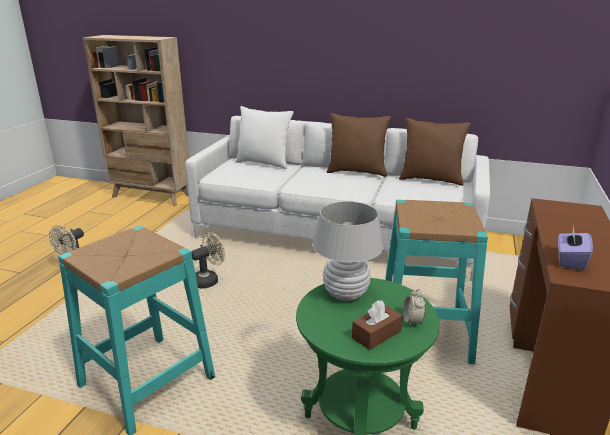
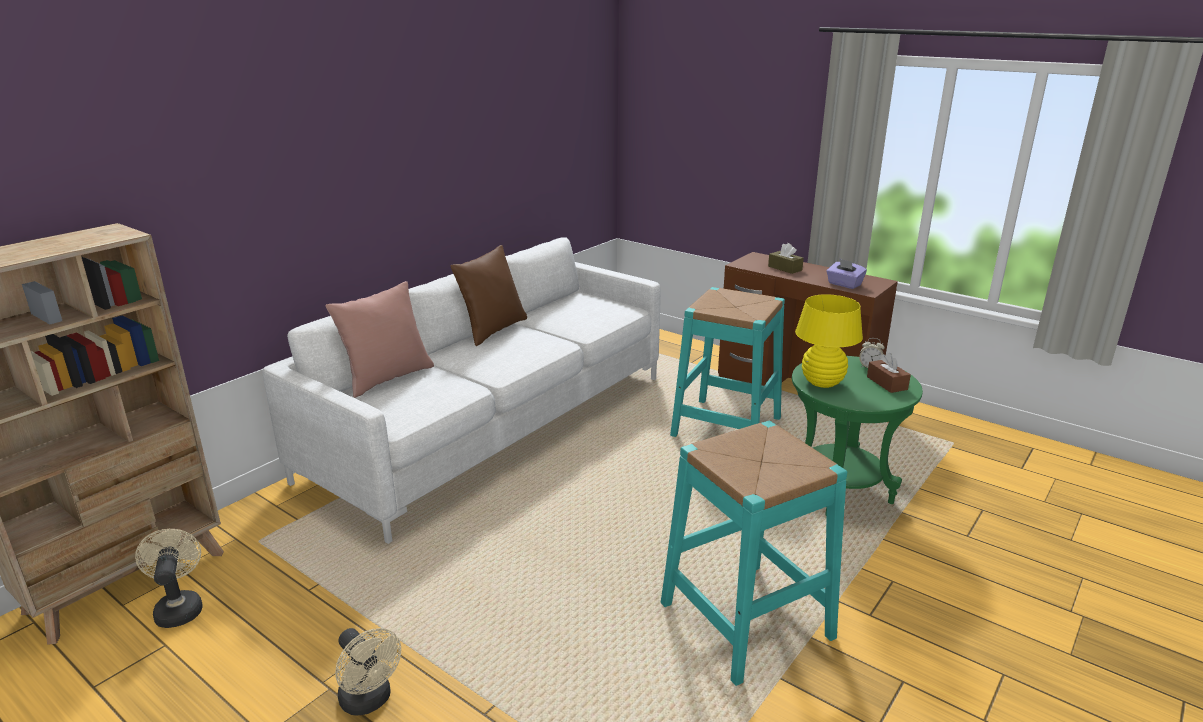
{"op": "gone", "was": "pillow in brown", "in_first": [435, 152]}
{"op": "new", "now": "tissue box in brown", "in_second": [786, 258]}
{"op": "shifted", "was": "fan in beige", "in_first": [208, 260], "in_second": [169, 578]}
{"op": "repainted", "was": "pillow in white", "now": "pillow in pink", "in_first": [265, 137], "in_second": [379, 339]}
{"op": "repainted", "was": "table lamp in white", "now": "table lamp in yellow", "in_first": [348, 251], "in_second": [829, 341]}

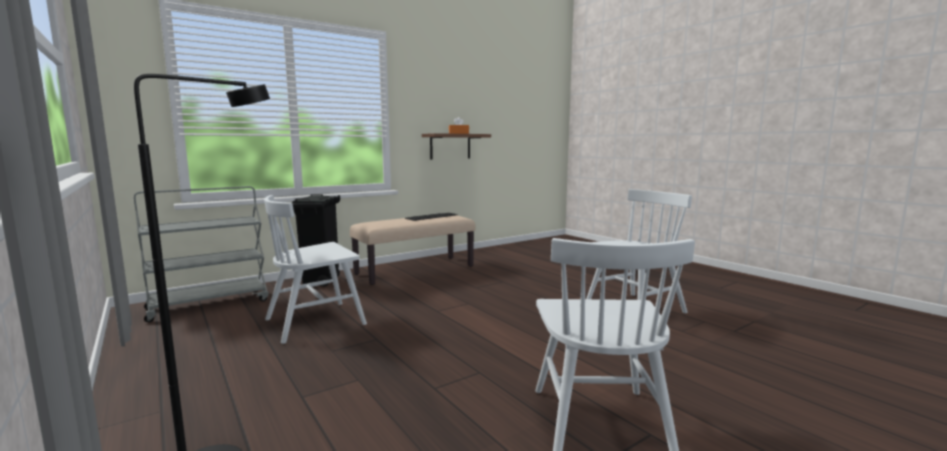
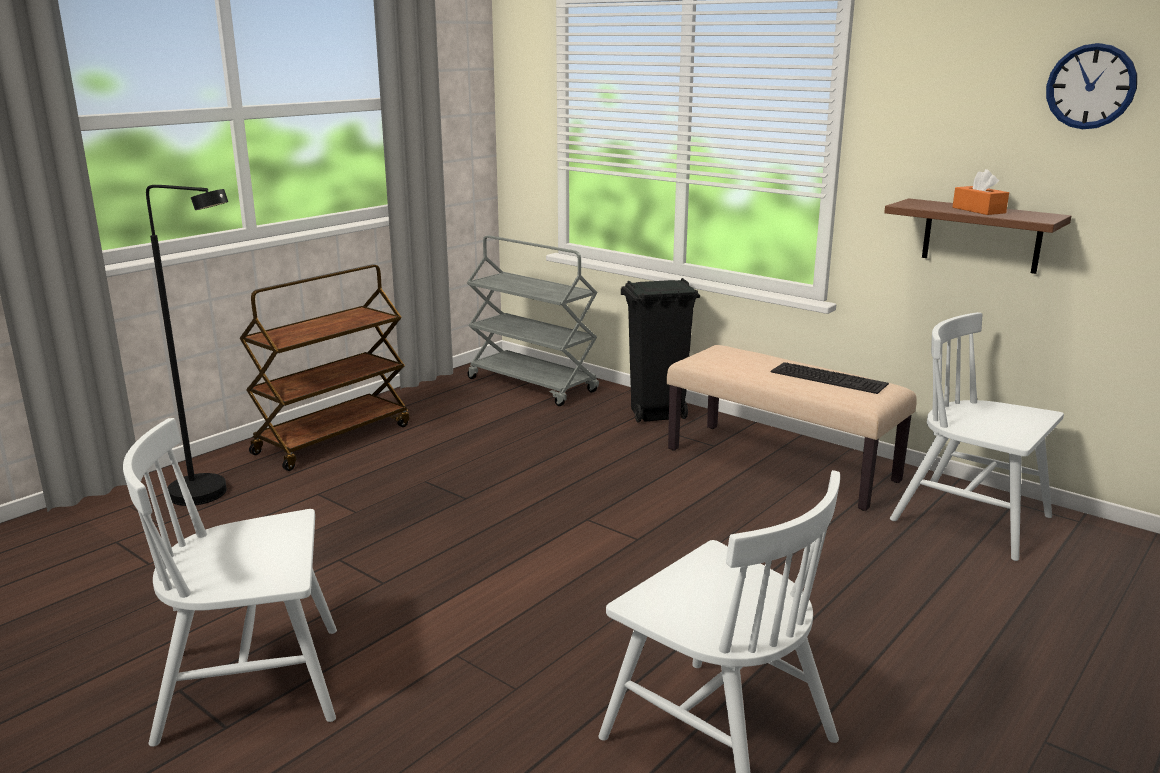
{"op": "new", "now": "cart in brown", "in_second": [325, 367]}
{"op": "new", "now": "wall clock", "in_second": [1091, 86]}
{"op": "shifted", "was": "chair in white", "in_first": [315, 269], "in_second": [977, 436]}

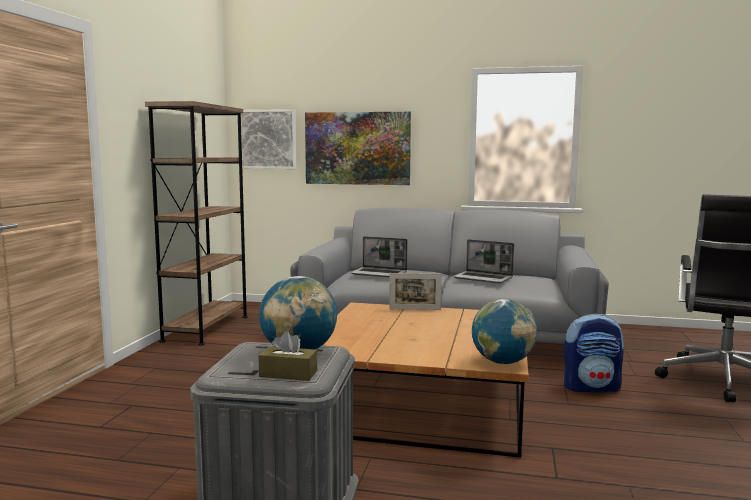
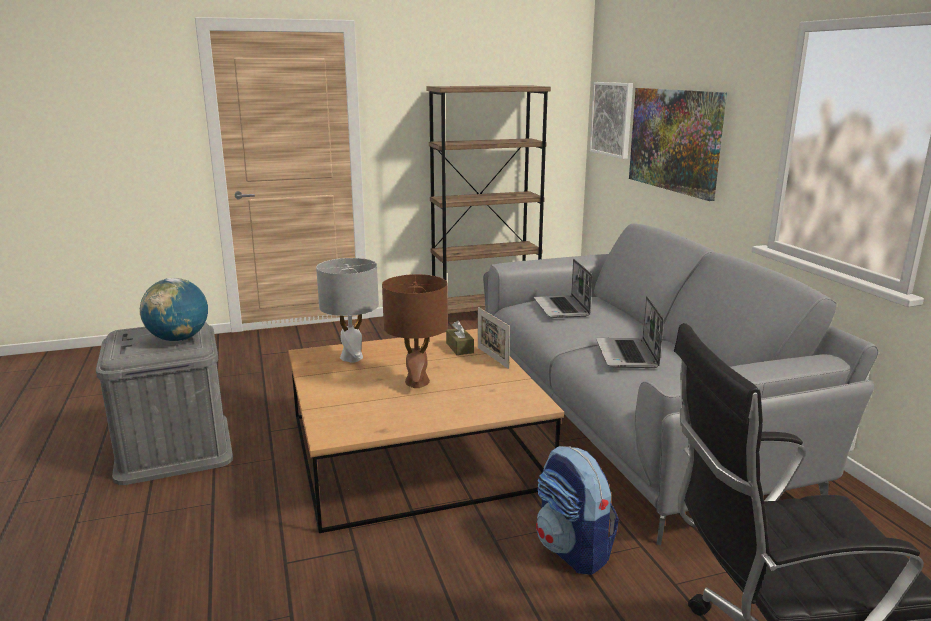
{"op": "gone", "was": "globe", "in_first": [504, 331]}
{"op": "new", "now": "table lamp in grey", "in_second": [347, 310]}
{"op": "new", "now": "table lamp in brown", "in_second": [415, 331]}
{"op": "shifted", "was": "tissue box in brown", "in_first": [287, 356], "in_second": [460, 338]}

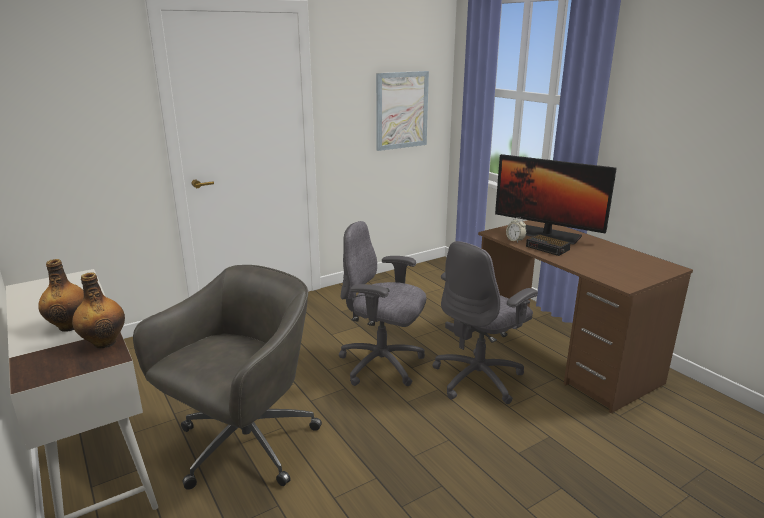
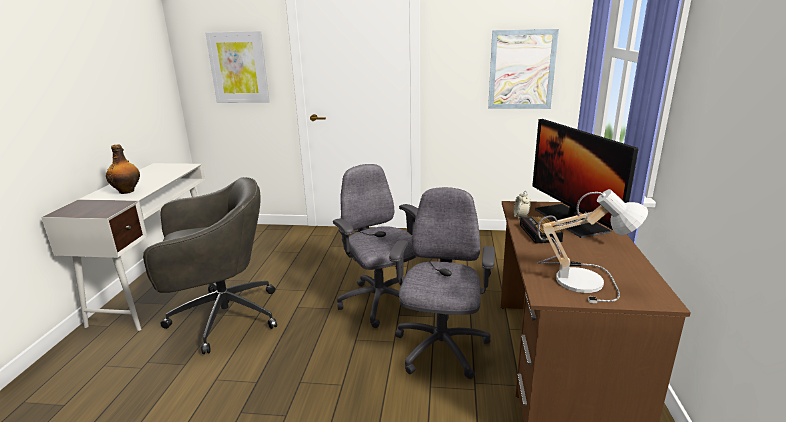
{"op": "gone", "was": "bottle", "in_first": [98, 310]}
{"op": "new", "now": "picture", "in_second": [238, 67]}
{"op": "new", "now": "table lamp", "in_second": [592, 246]}
{"op": "rotated", "was": "office chair in grey", "in_first": [485, 322], "in_second": [442, 283], "clockwise": 105}

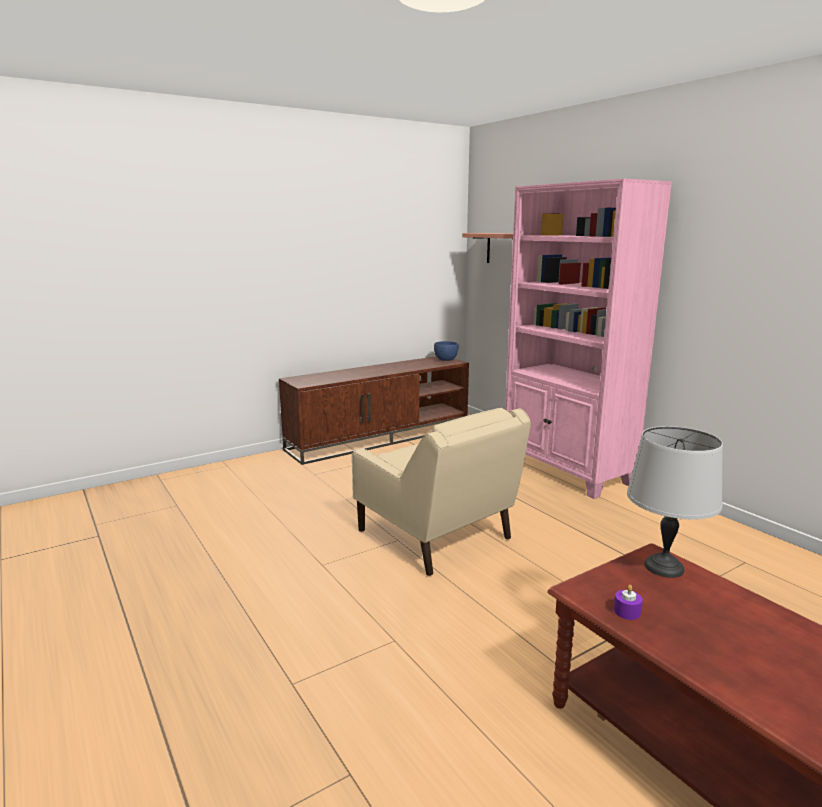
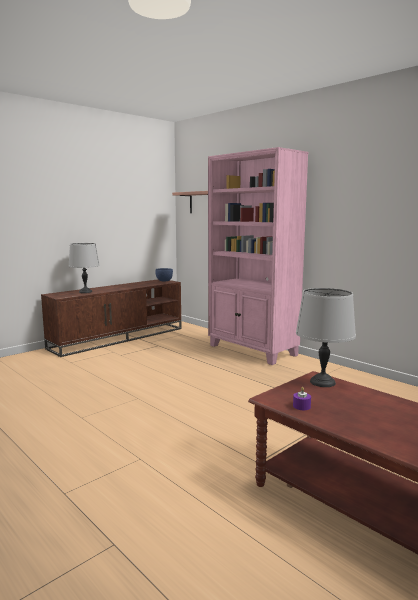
{"op": "gone", "was": "armchair in beige", "in_first": [441, 492]}
{"op": "new", "now": "table lamp in grey", "in_second": [84, 268]}

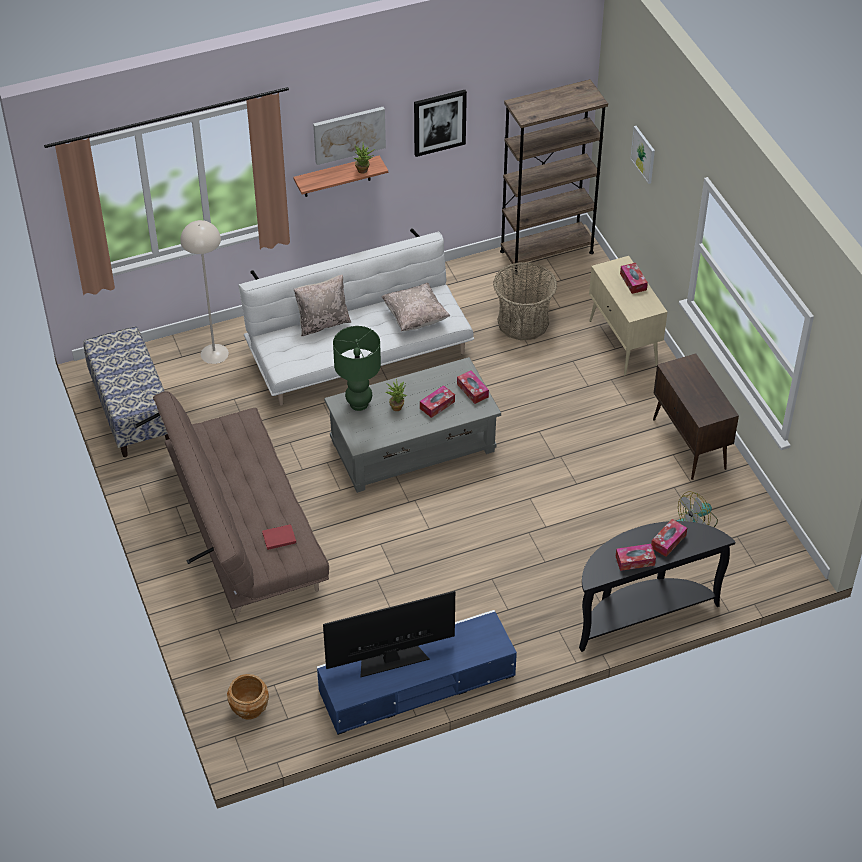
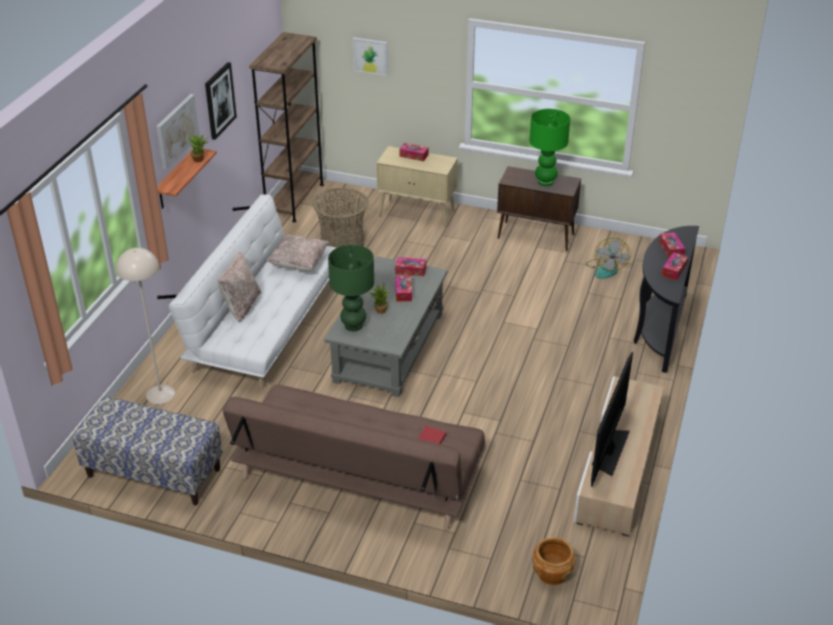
{"op": "new", "now": "table lamp in green", "in_second": [550, 147]}
{"op": "repainted", "was": "tv stand in blue", "now": "tv stand in beige", "in_first": [417, 672], "in_second": [619, 456]}

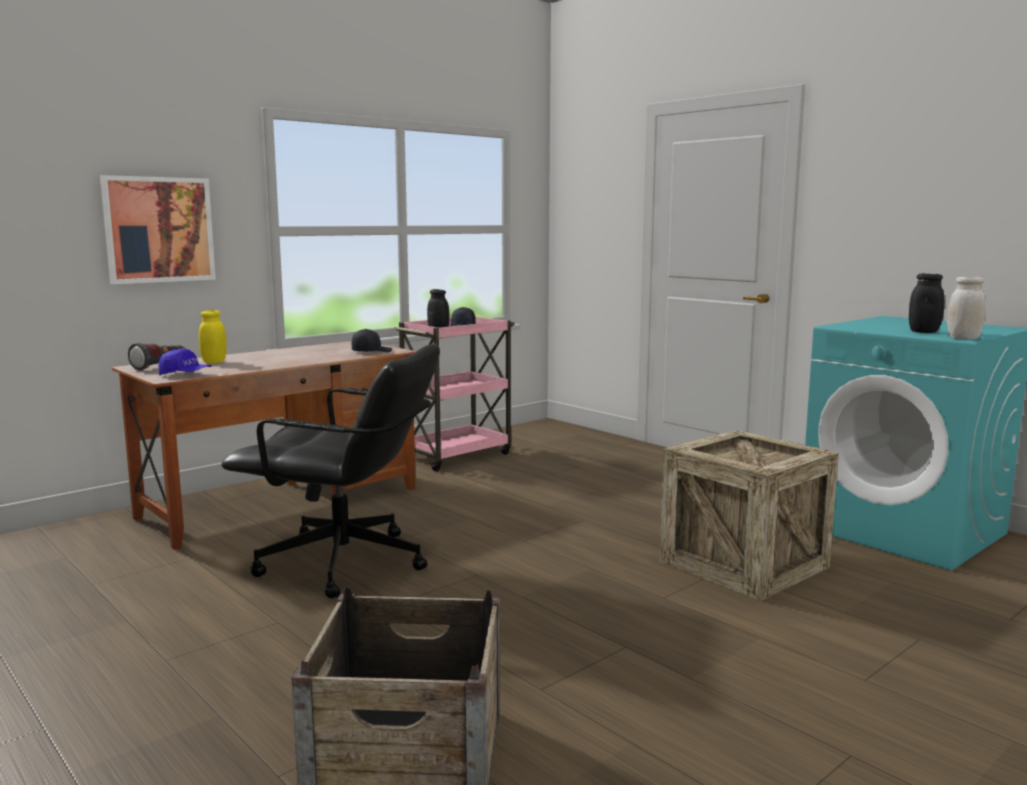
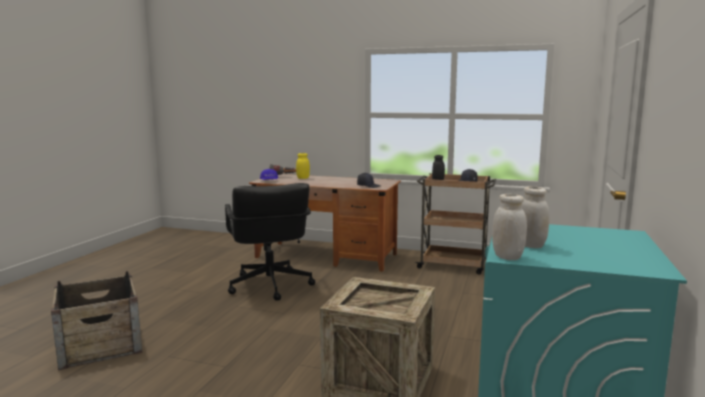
{"op": "gone", "was": "picture", "in_first": [158, 229]}
{"op": "repainted", "was": "cart in pink", "now": "cart in brown", "in_first": [454, 394], "in_second": [455, 224]}
{"op": "repainted", "was": "jar in black", "now": "jar in white", "in_first": [926, 303], "in_second": [535, 217]}

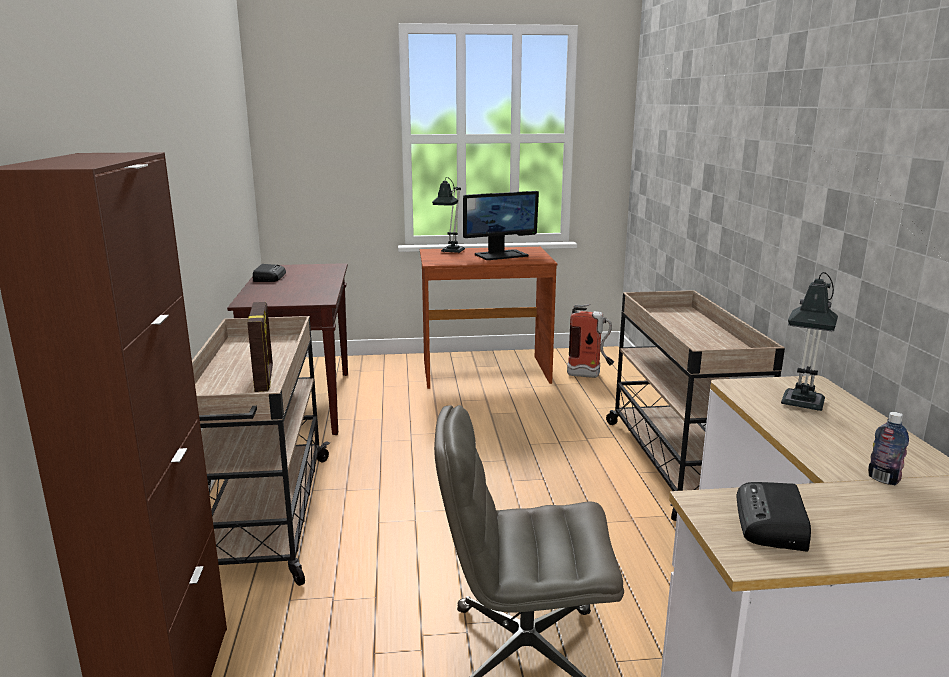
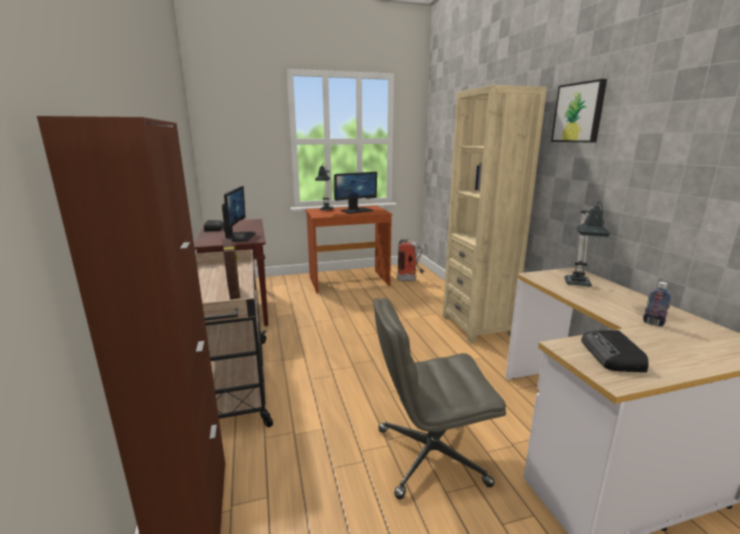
{"op": "new", "now": "monitor", "in_second": [238, 214]}
{"op": "new", "now": "picture", "in_second": [579, 111]}
{"op": "swapped", "was": "cart in beige", "now": "bookcase in beige", "in_first": [695, 405], "in_second": [495, 214]}

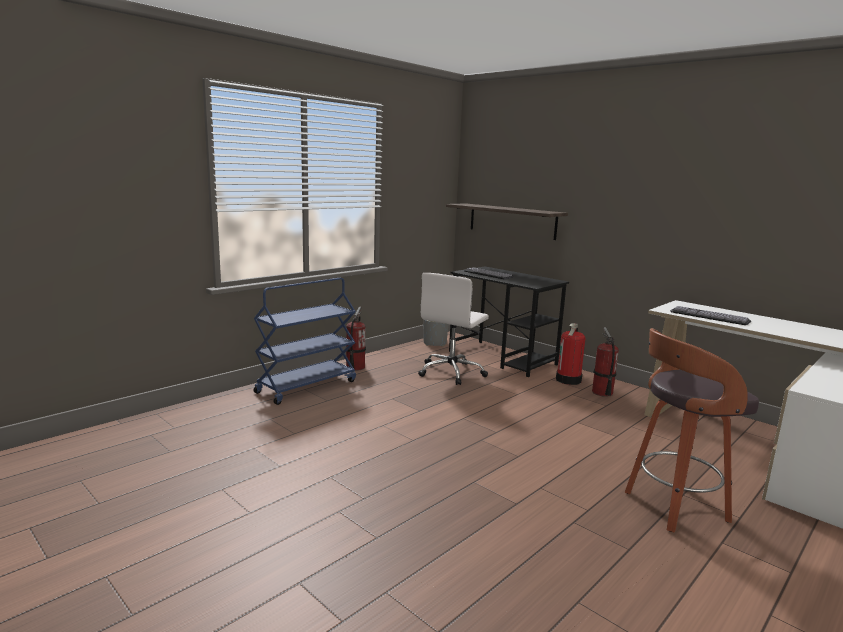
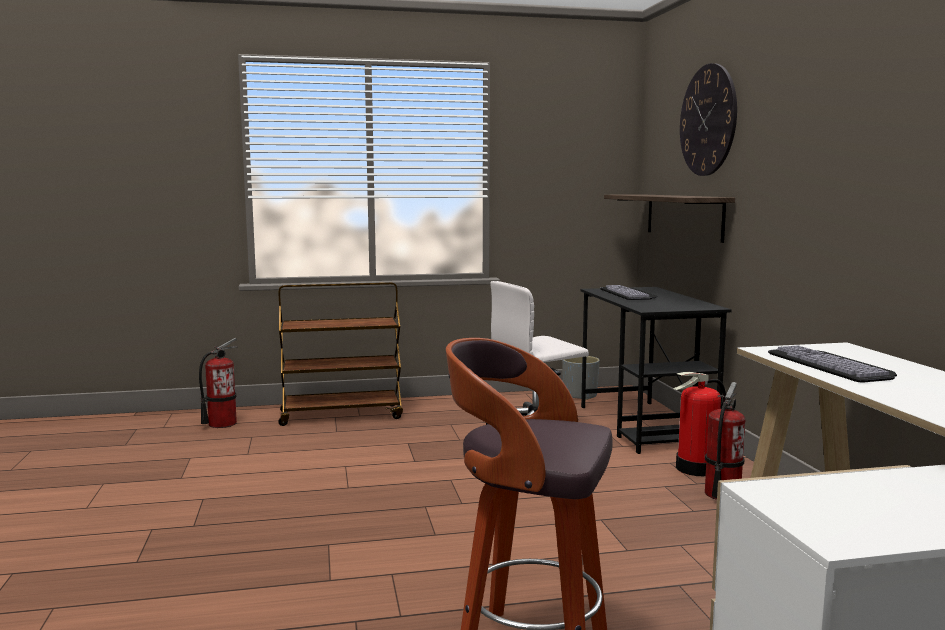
{"op": "new", "now": "wall clock", "in_second": [708, 119]}
{"op": "shifted", "was": "fire extinguisher", "in_first": [356, 339], "in_second": [218, 383]}
{"op": "repainted", "was": "cart in blue", "now": "cart in brown", "in_first": [304, 341], "in_second": [340, 354]}

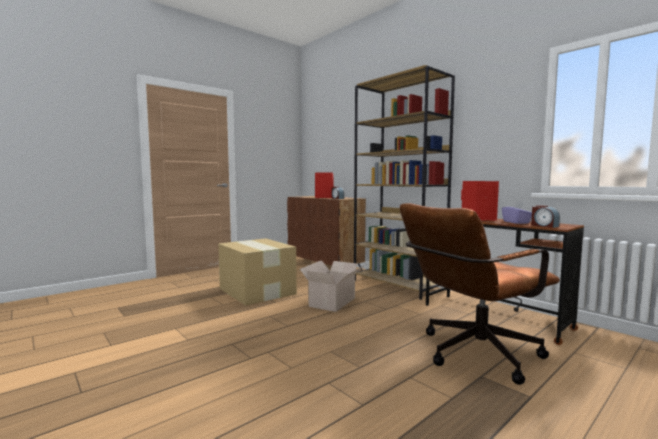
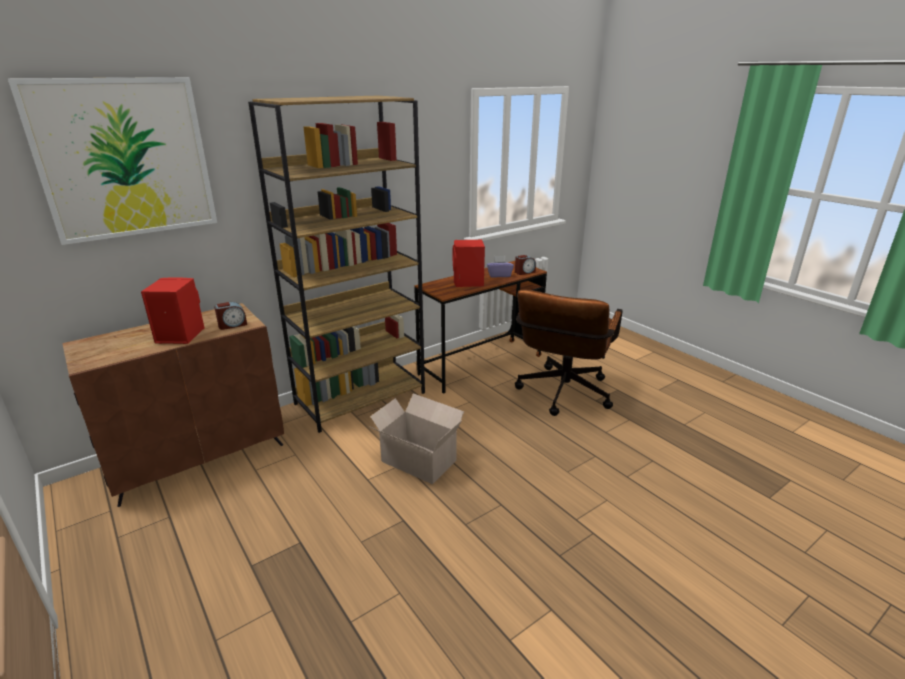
{"op": "gone", "was": "cardboard box", "in_first": [257, 272]}
{"op": "new", "now": "picture", "in_second": [112, 161]}
{"op": "rotated", "was": "office chair in brown", "in_first": [480, 294], "in_second": [569, 353], "clockwise": 45}

